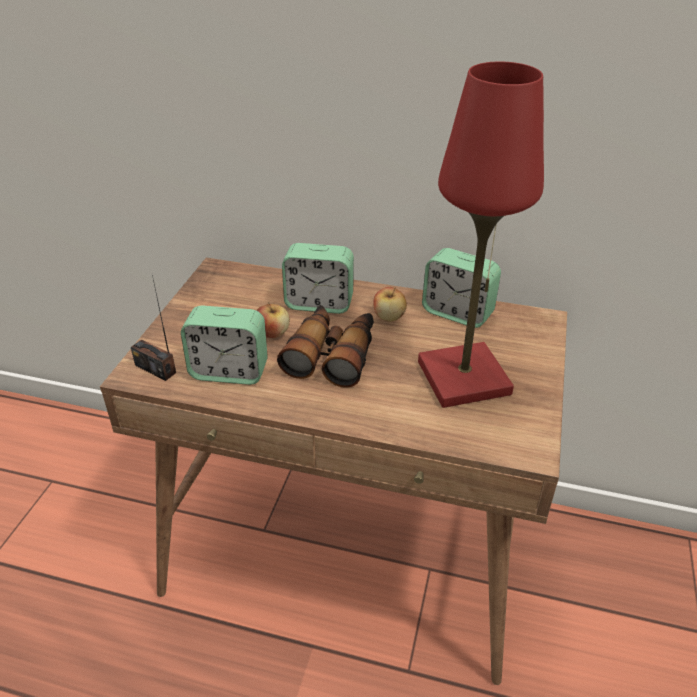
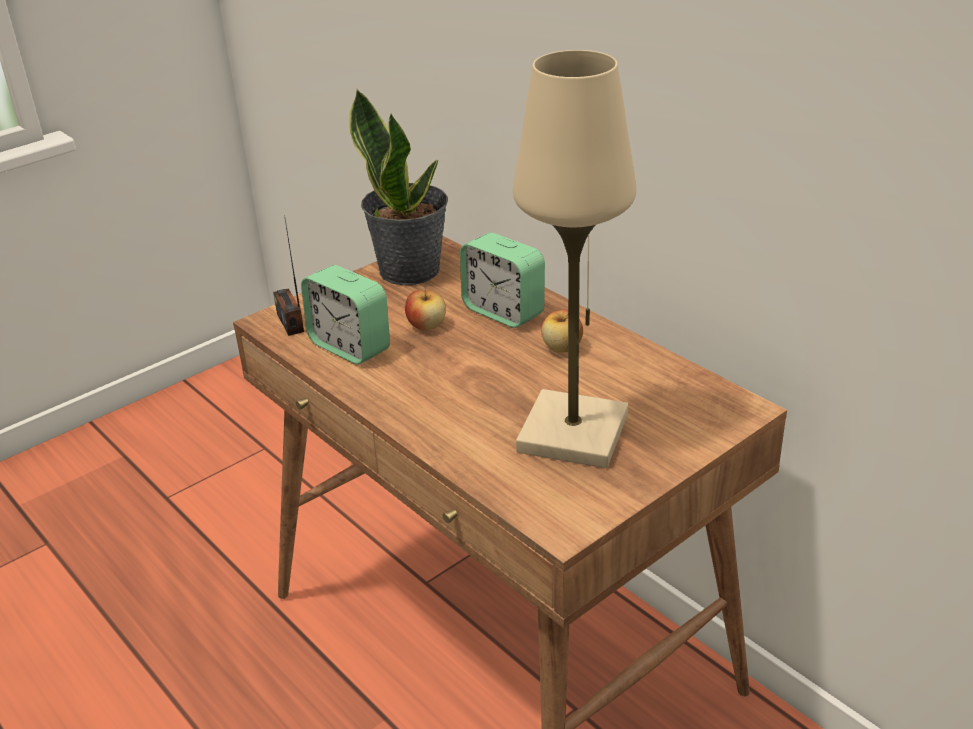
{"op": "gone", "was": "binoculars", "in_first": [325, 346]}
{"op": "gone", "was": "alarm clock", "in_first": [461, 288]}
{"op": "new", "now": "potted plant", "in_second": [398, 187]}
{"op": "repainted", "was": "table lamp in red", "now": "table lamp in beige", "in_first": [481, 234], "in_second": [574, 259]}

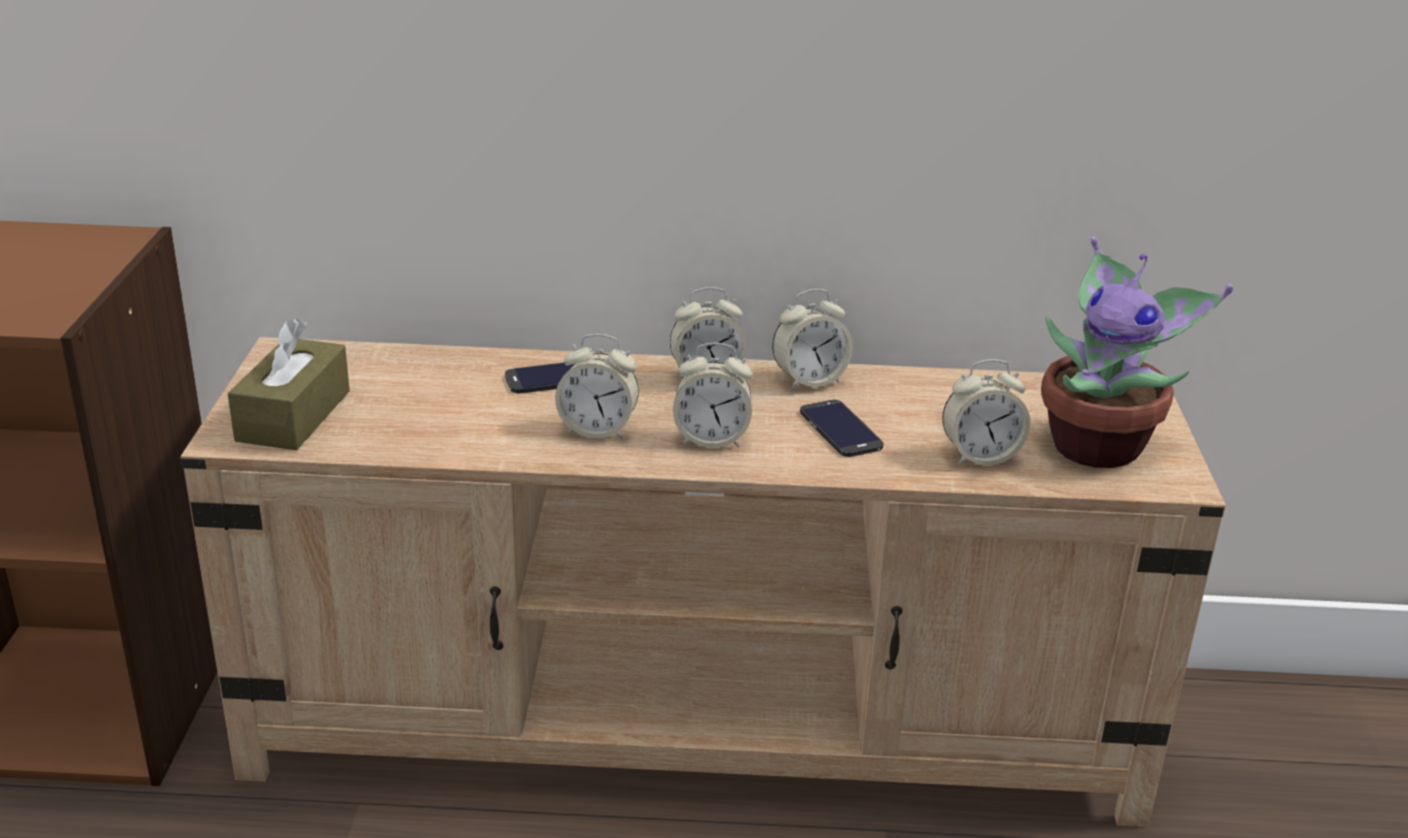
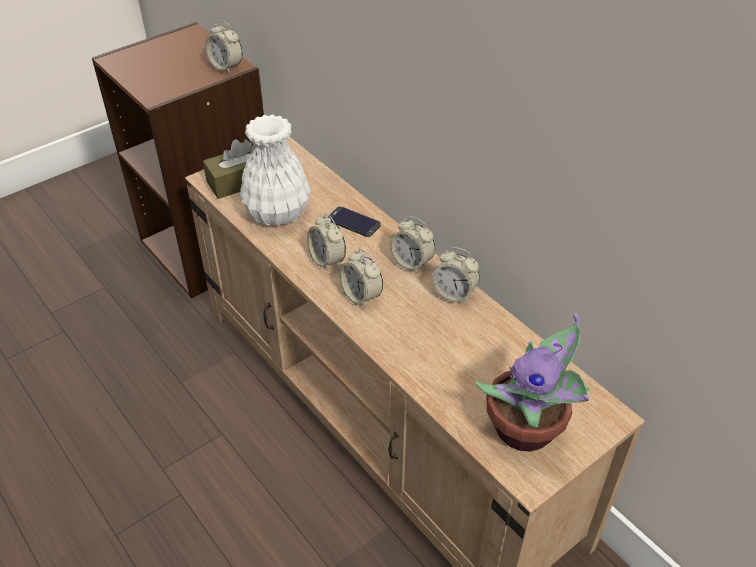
{"op": "gone", "was": "phone", "in_first": [841, 428]}
{"op": "new", "now": "vase in white", "in_second": [275, 170]}
{"op": "shifted", "was": "alarm clock", "in_first": [986, 412], "in_second": [224, 47]}

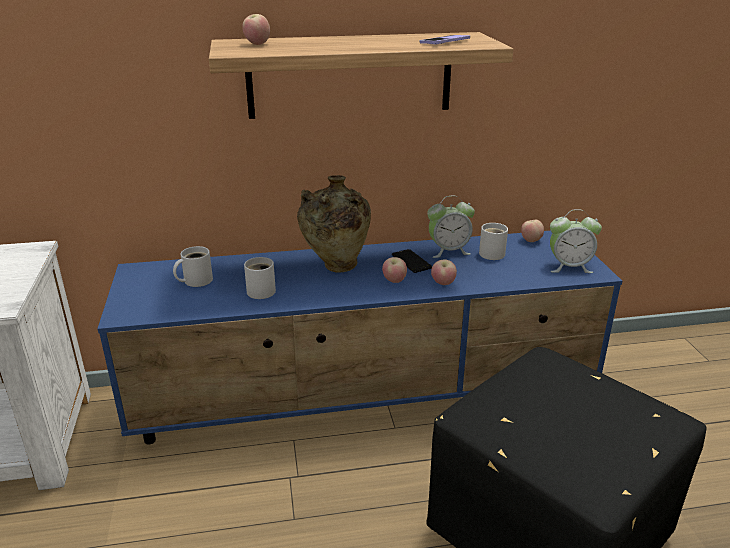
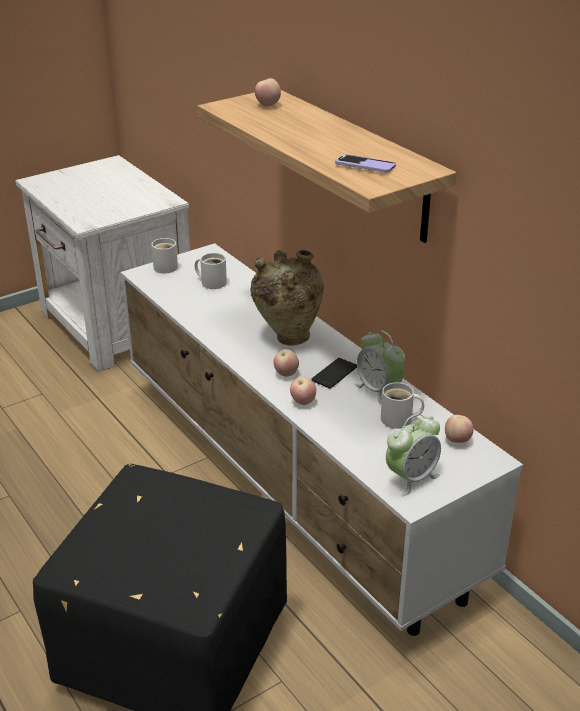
{"op": "shifted", "was": "mug in white", "in_first": [260, 278], "in_second": [165, 255]}
{"op": "repainted", "was": "tv stand in blue", "now": "tv stand in white", "in_first": [360, 338], "in_second": [322, 439]}
{"op": "rotated", "was": "alarm clock", "in_first": [576, 241], "in_second": [413, 454], "clockwise": -105}

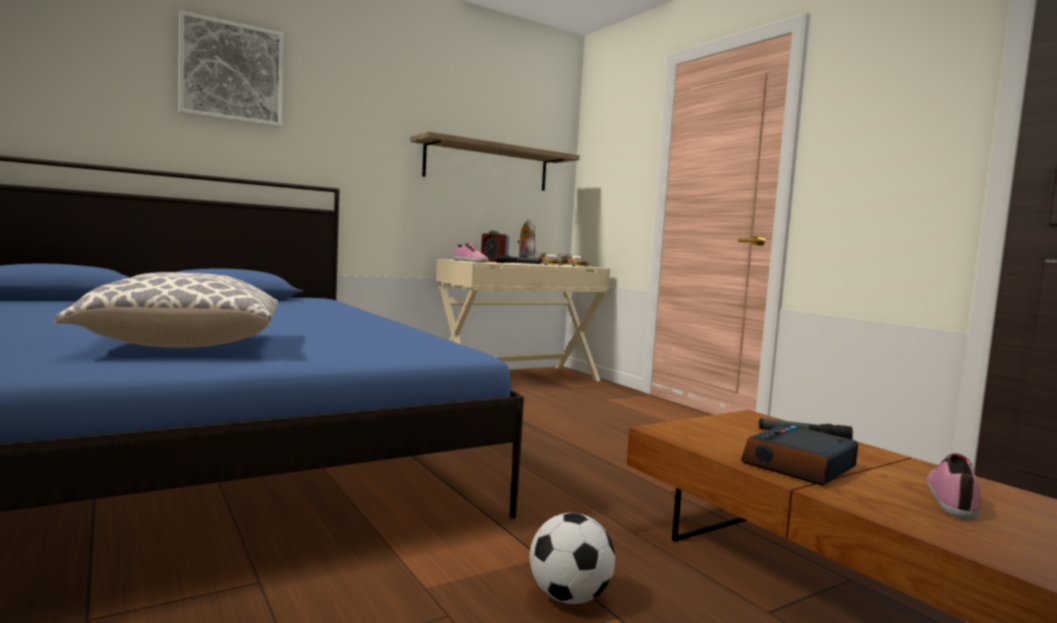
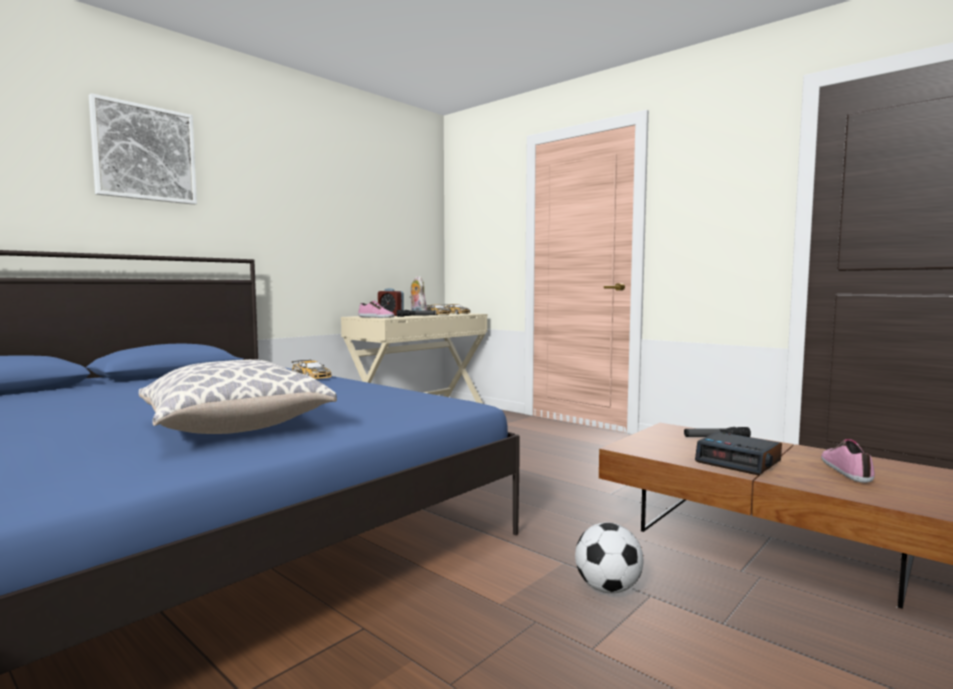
{"op": "gone", "was": "shelf", "in_first": [495, 161]}
{"op": "new", "now": "toy car", "in_second": [312, 369]}
{"op": "rotated", "was": "alarm clock", "in_first": [799, 455], "in_second": [738, 453], "clockwise": -75}

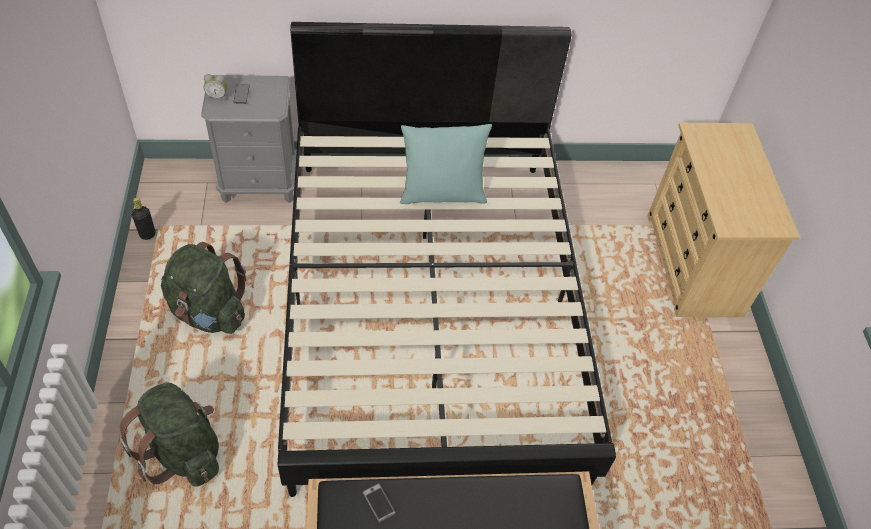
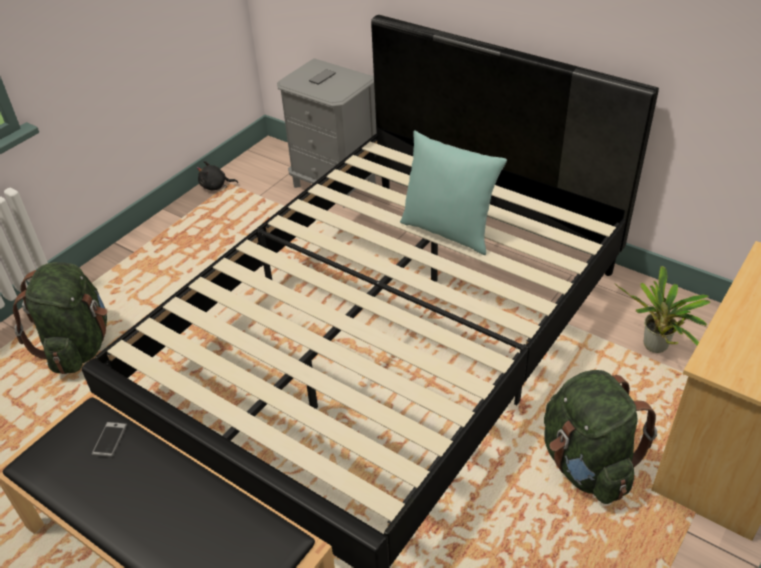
{"op": "gone", "was": "alarm clock", "in_first": [215, 87]}
{"op": "new", "now": "potted plant", "in_second": [662, 309]}
{"op": "shifted", "was": "backpack in green", "in_first": [203, 288], "in_second": [600, 437]}
{"op": "swapped", "was": "bottle in black", "now": "plush toy in black", "in_first": [143, 218], "in_second": [217, 175]}

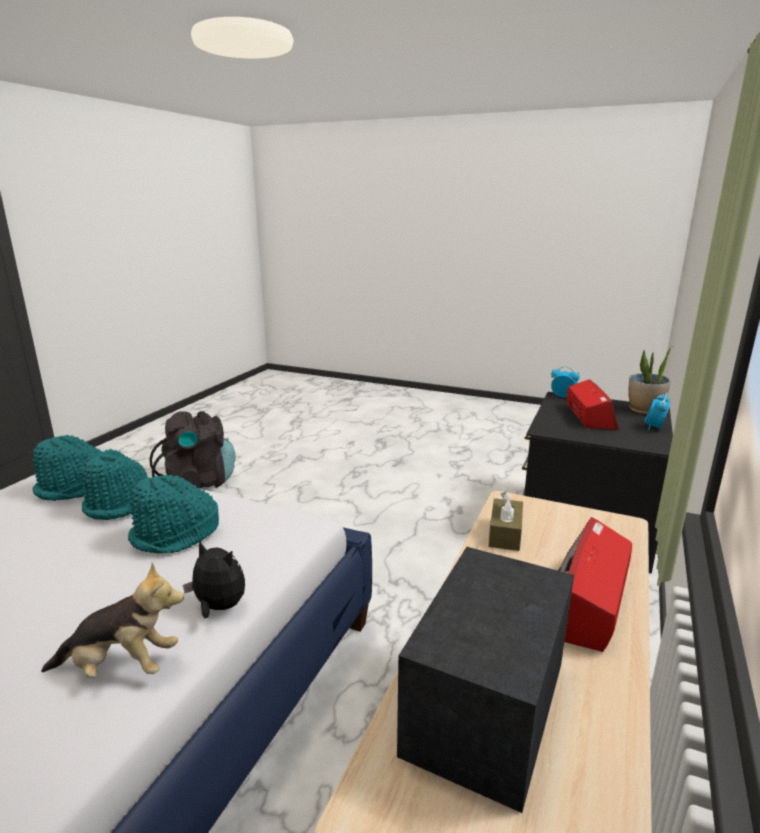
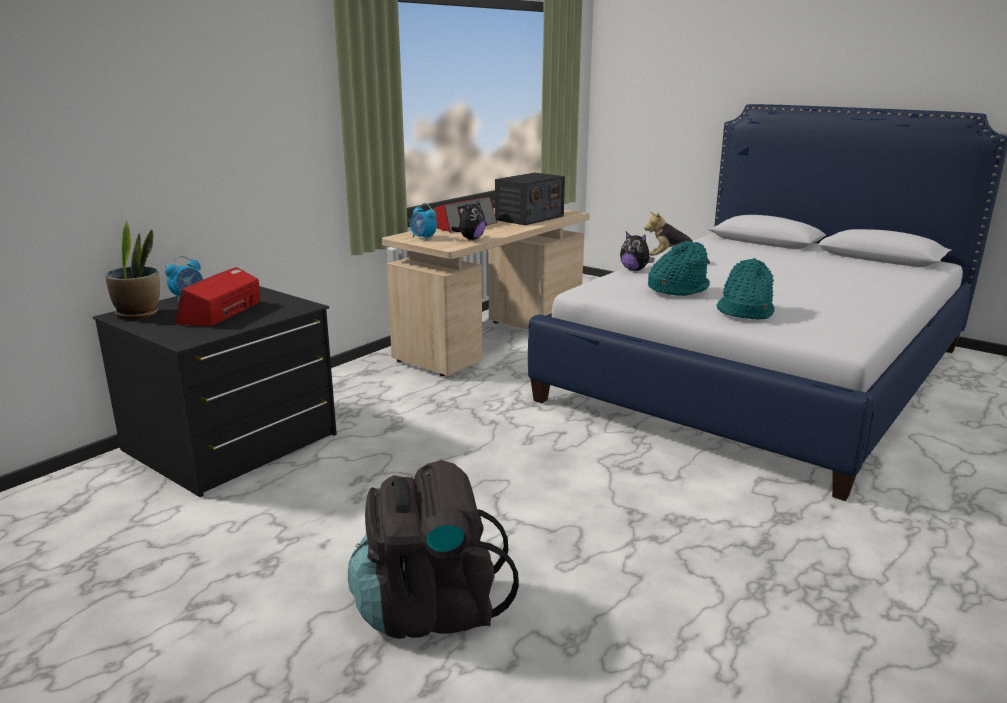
{"op": "gone", "was": "hat in turquoise", "in_first": [67, 468]}
{"op": "shifted", "was": "backpack in black", "in_first": [192, 449], "in_second": [433, 549]}
{"op": "shifted", "was": "alarm clock", "in_first": [565, 382], "in_second": [423, 222]}
{"op": "swapped", "was": "tissue box in brown", "now": "plush toy", "in_first": [506, 521], "in_second": [468, 220]}

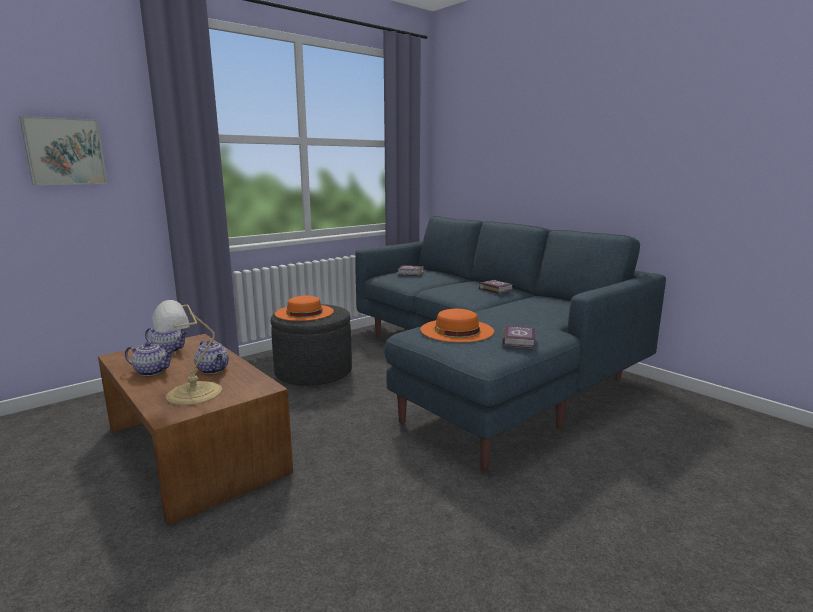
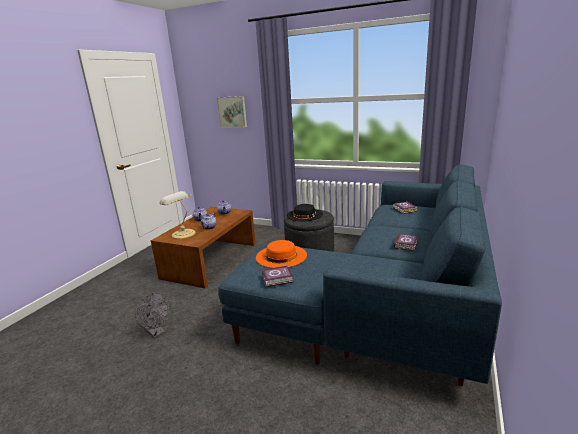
{"op": "new", "now": "fan in grey", "in_second": [153, 315]}
{"op": "repainted", "was": "hat in orange", "now": "hat in black", "in_first": [304, 308], "in_second": [304, 212]}

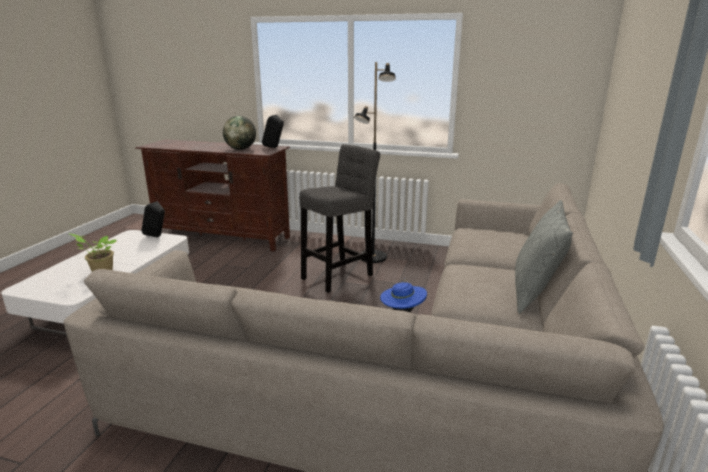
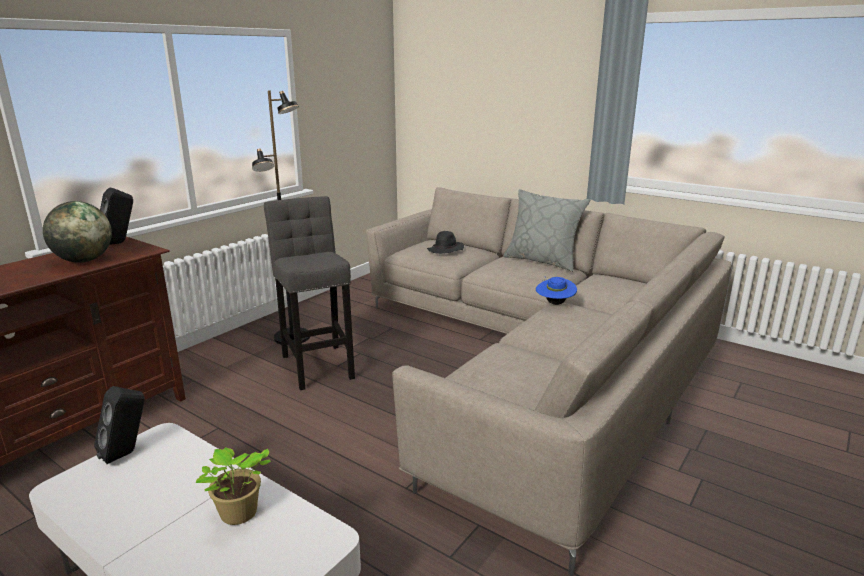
{"op": "new", "now": "hat in black", "in_second": [445, 242]}

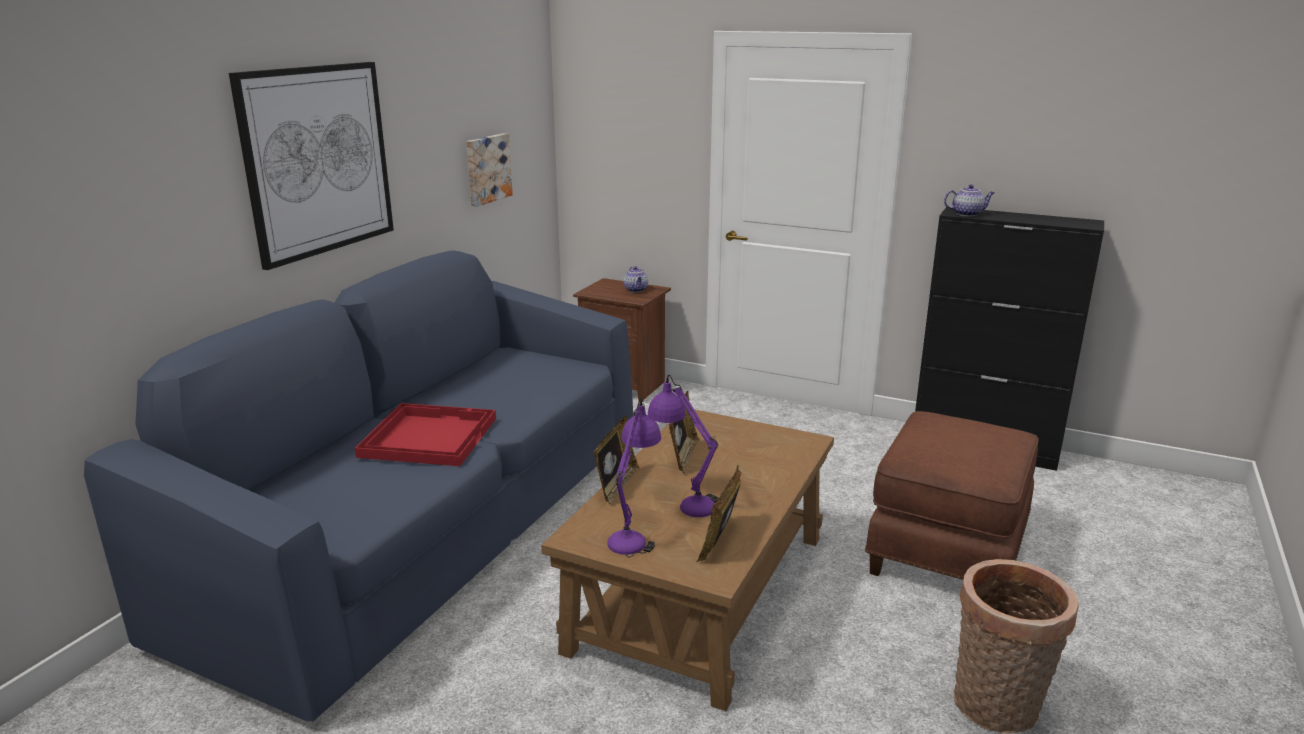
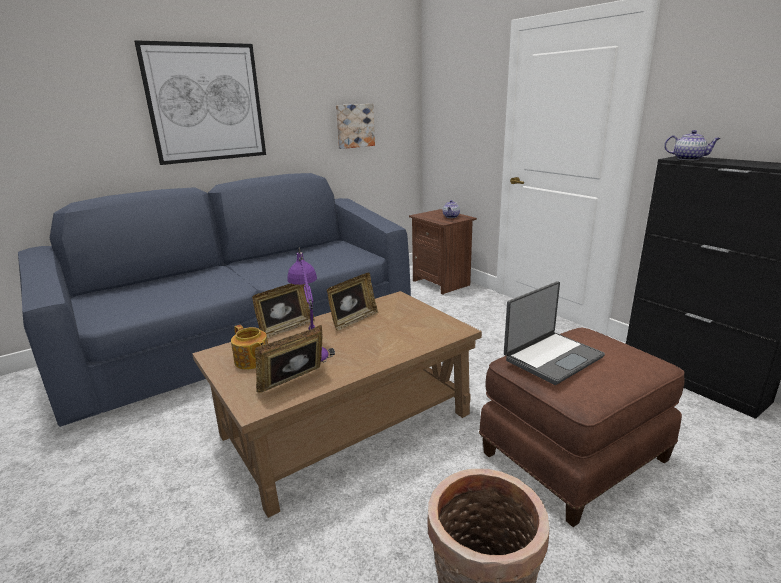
{"op": "gone", "was": "tray in red", "in_first": [425, 434]}
{"op": "new", "now": "laptop", "in_second": [554, 333]}
{"op": "swapped", "was": "table lamp in purple", "now": "teapot", "in_first": [634, 477], "in_second": [249, 347]}

